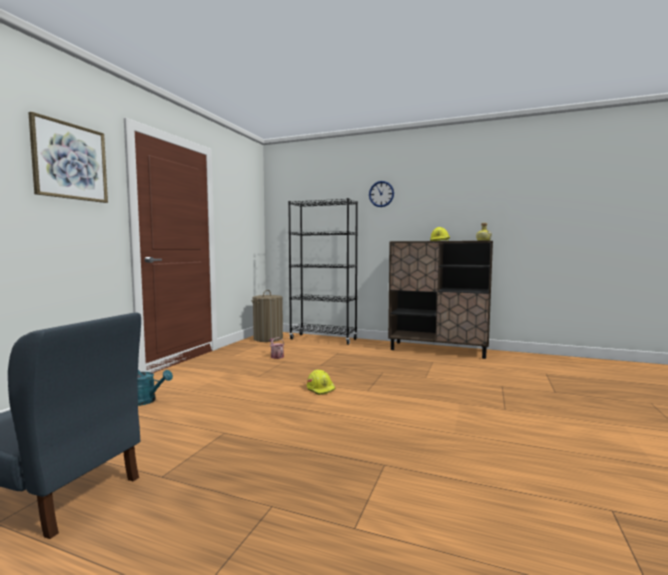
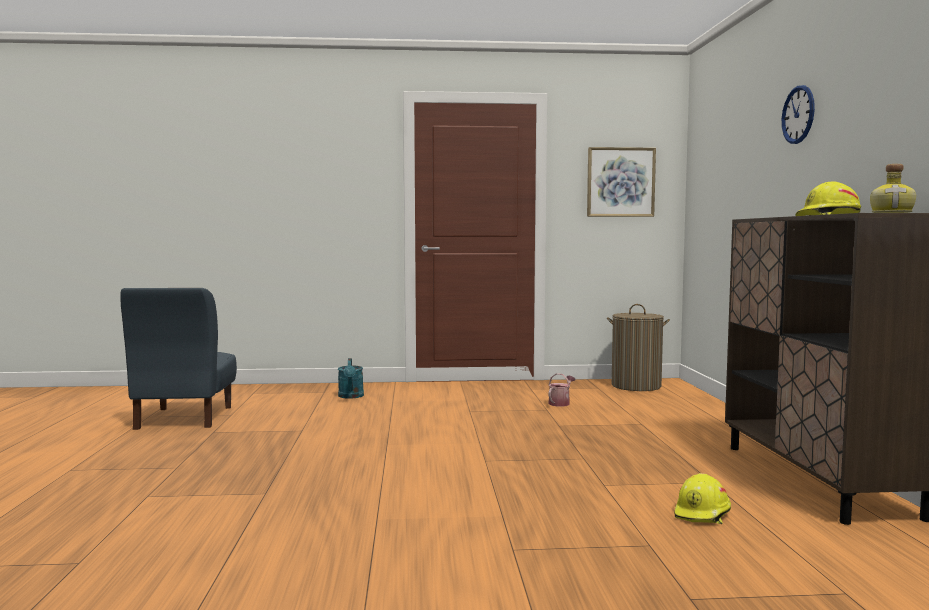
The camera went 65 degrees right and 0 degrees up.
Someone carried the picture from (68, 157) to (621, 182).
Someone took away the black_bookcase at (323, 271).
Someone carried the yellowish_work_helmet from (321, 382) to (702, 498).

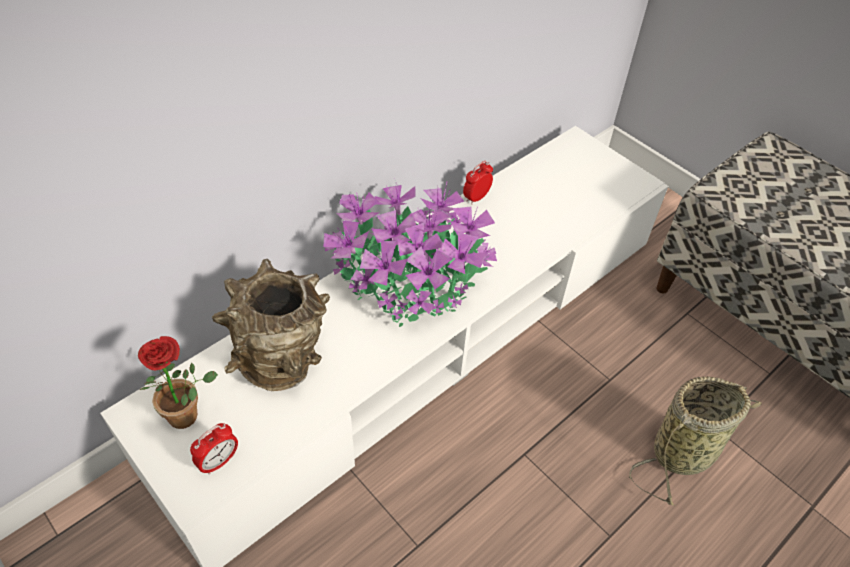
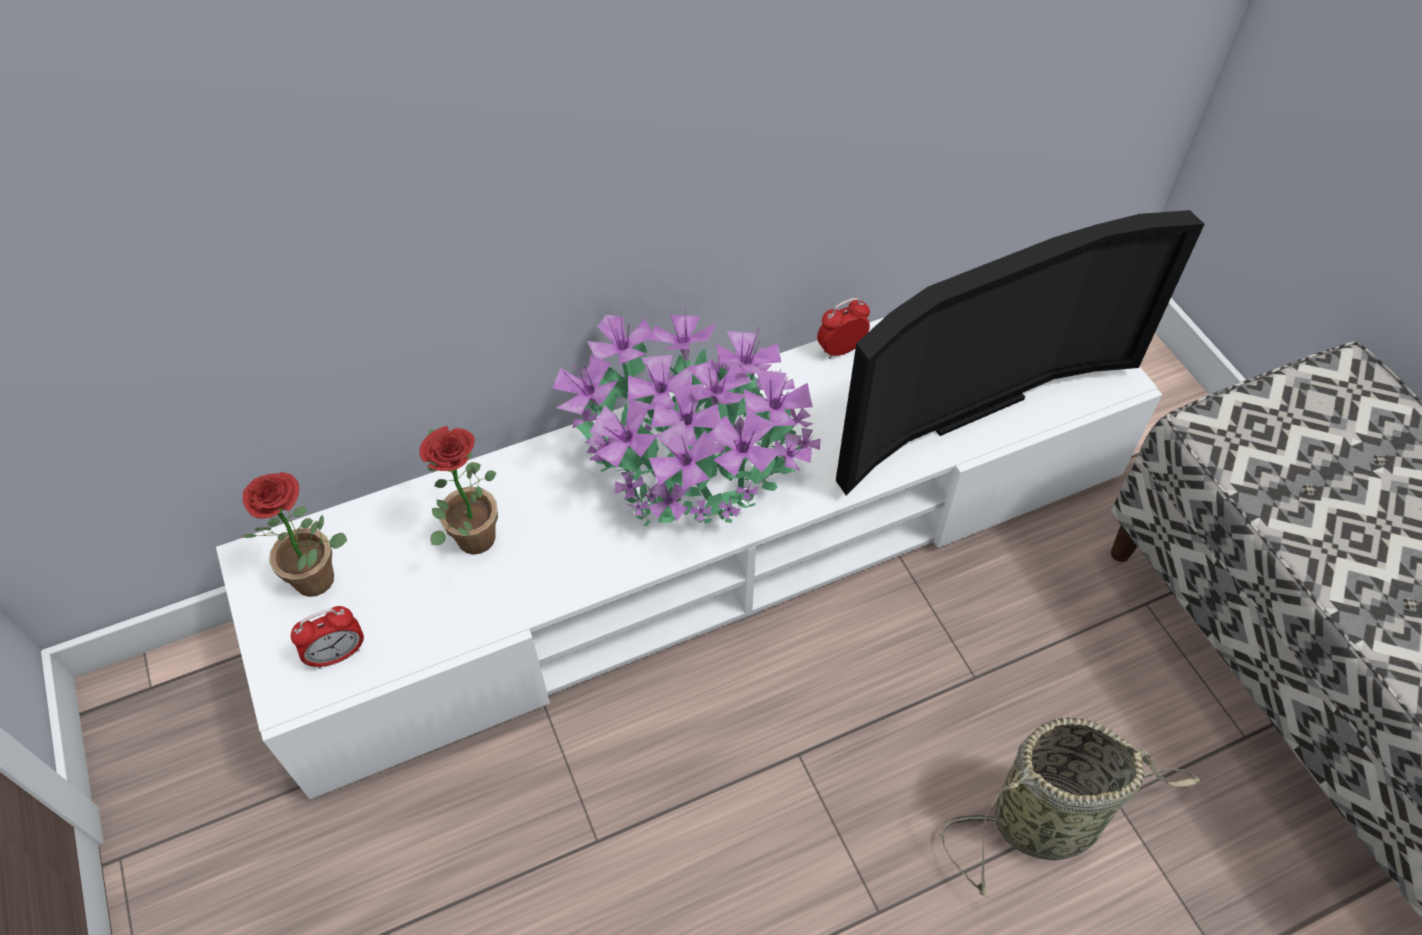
The camera went 20 degrees right and 5 degrees up.
Someone swapped the brown_decorative_vase at (271, 325) for the plant_in_a_pot at (458, 490).
Someone put down the TV at (1020, 353).

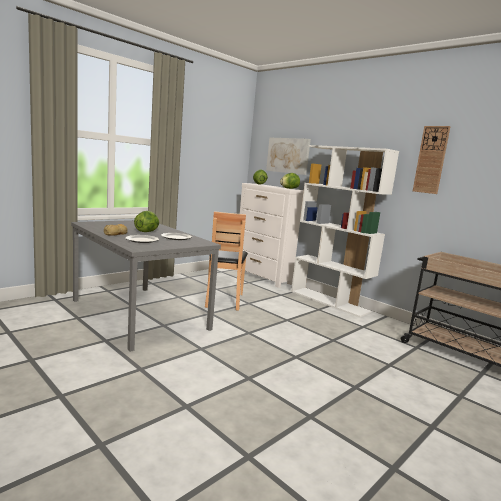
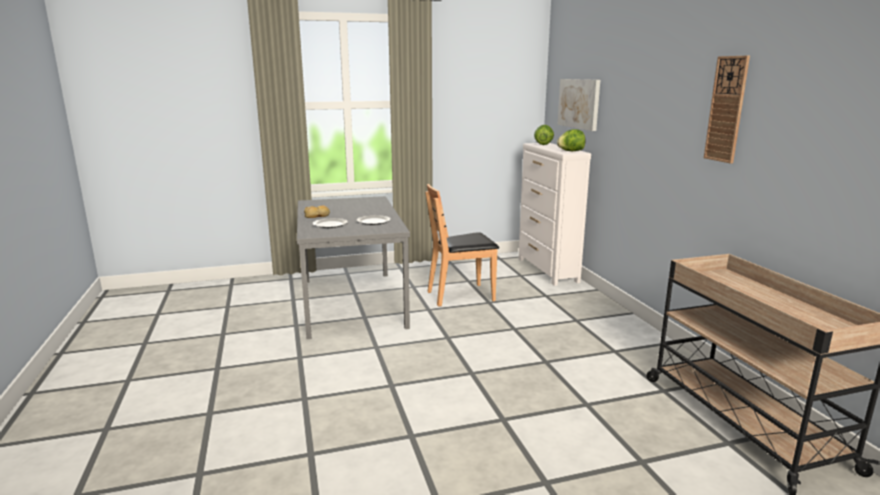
The camera went 30 degrees right and 5 degrees up.
Someone took away the head_of_lettuce at (146, 221).
Someone rotated the brown_chair at (226, 261) by 45 degrees clockwise.
Someone took away the whitish_bookcase at (345, 231).

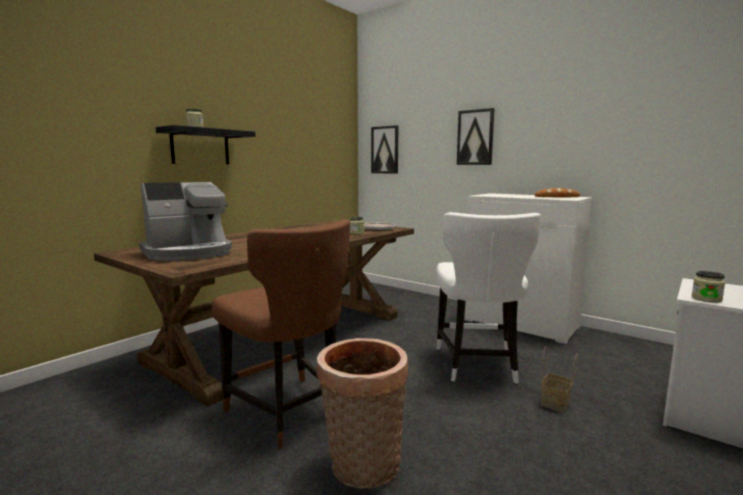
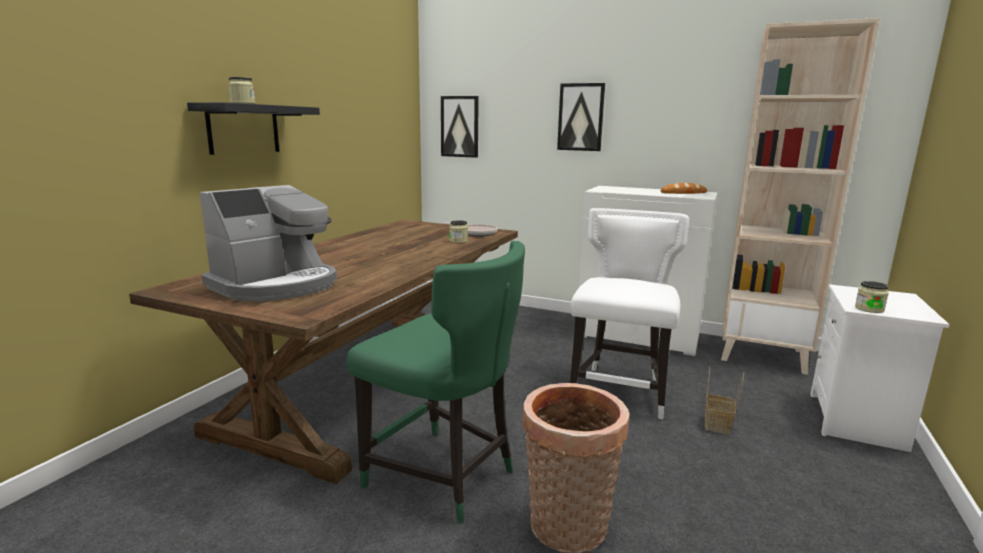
The camera went 15 degrees left and 5 degrees up.
Someone repainted the brown_chair at (281, 334), which became the green-coloured_chair at (435, 382).
Someone rotated the whitish_chair at (488, 298) by 150 degrees counterclockwise.
Someone put down the beige-coloured_bookcase at (800, 196).

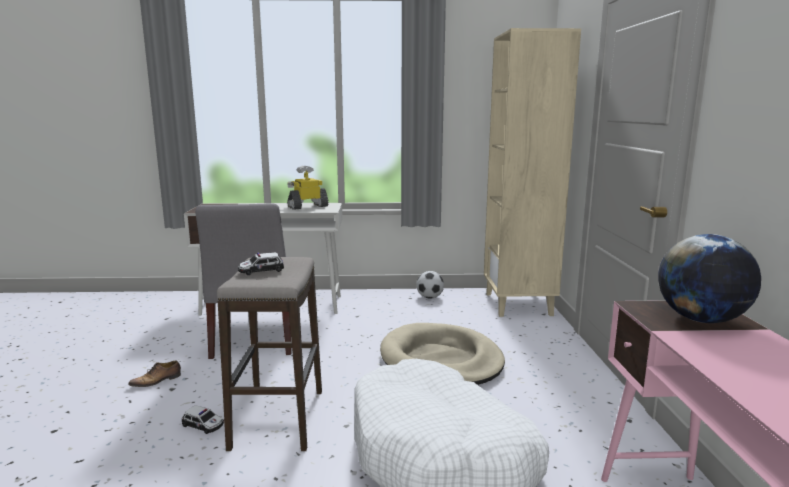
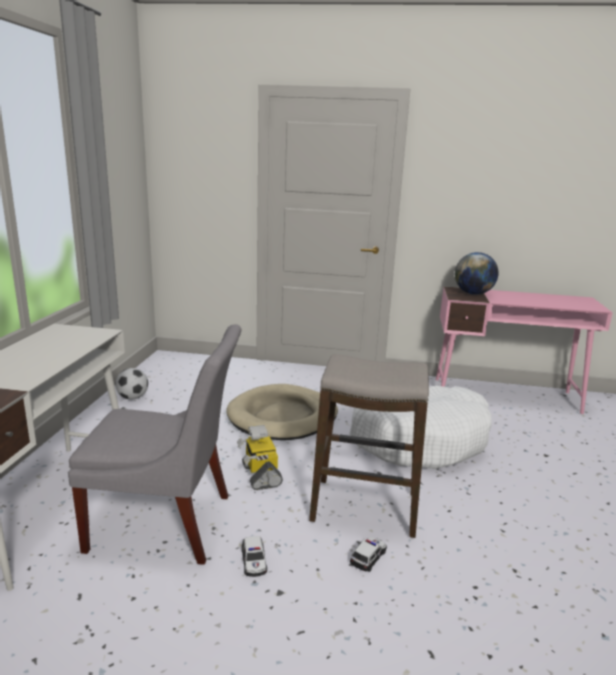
The camera went 80 degrees left and 5 degrees up.
Someone took away the low_shoe at (154, 374).
Someone carried the model_car from (261, 263) to (254, 556).
Someone carried the model_robot from (308, 188) to (260, 457).
Someone took away the beige-coloured_bookcase at (532, 172).

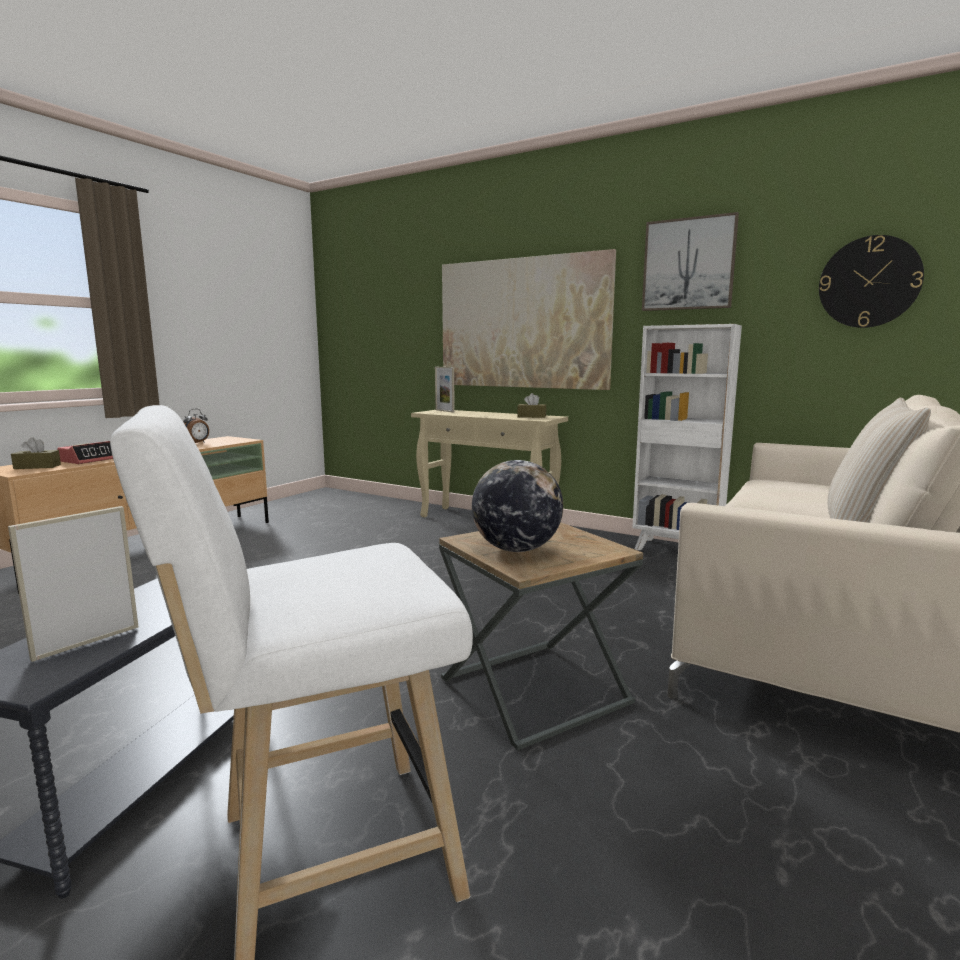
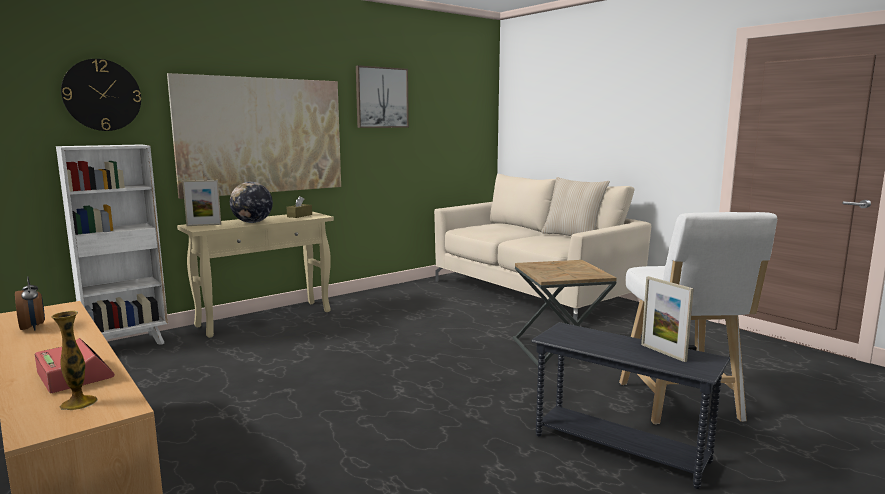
The camera went 70 degrees left and 0 degrees up.
Someone swapped the brown_tissue_box at (36, 453) for the decorative_vase at (74, 360).
Someone carried the world_globe from (517, 506) to (251, 202).
Someone carried the whitish_bookcase from (687, 437) to (112, 244).
Someone carried the clock_on_the_wall from (871, 281) to (101, 95).

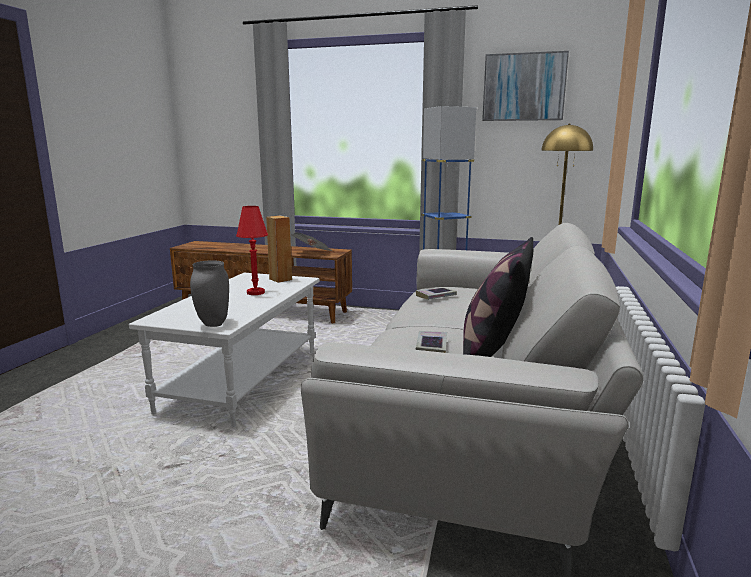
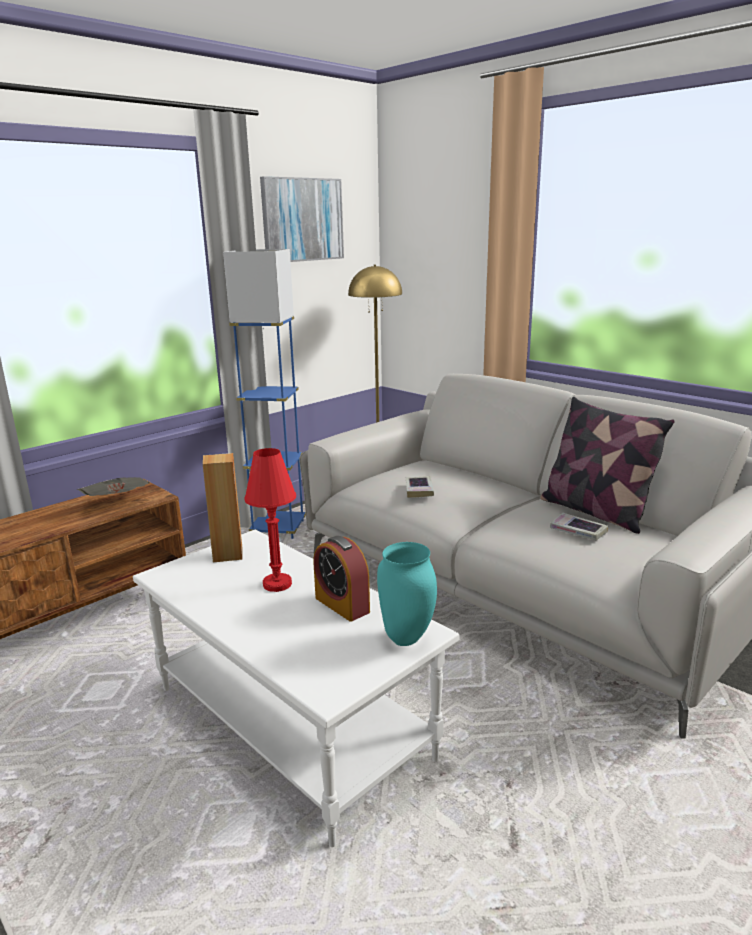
The camera went 60 degrees left and 5 degrees up.
Someone repainted the greyish_decorative_vase at (209, 293), which became the turquoise_decorative_vase at (407, 594).
Someone put down the bedside_clock at (341, 579).

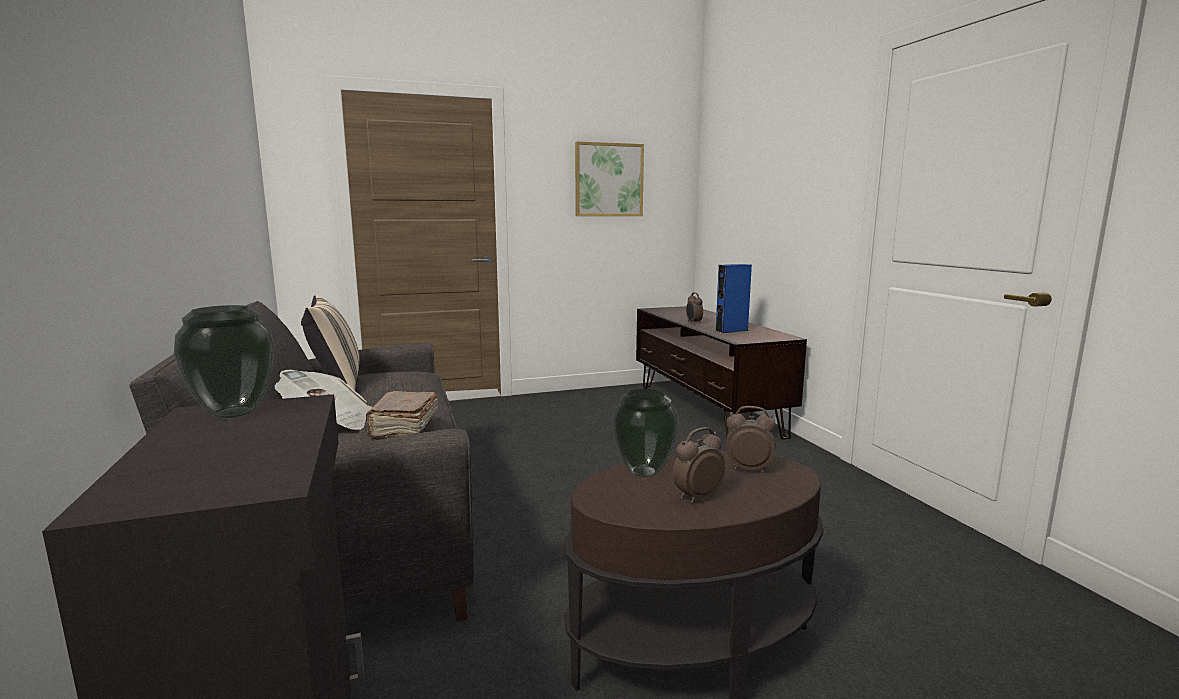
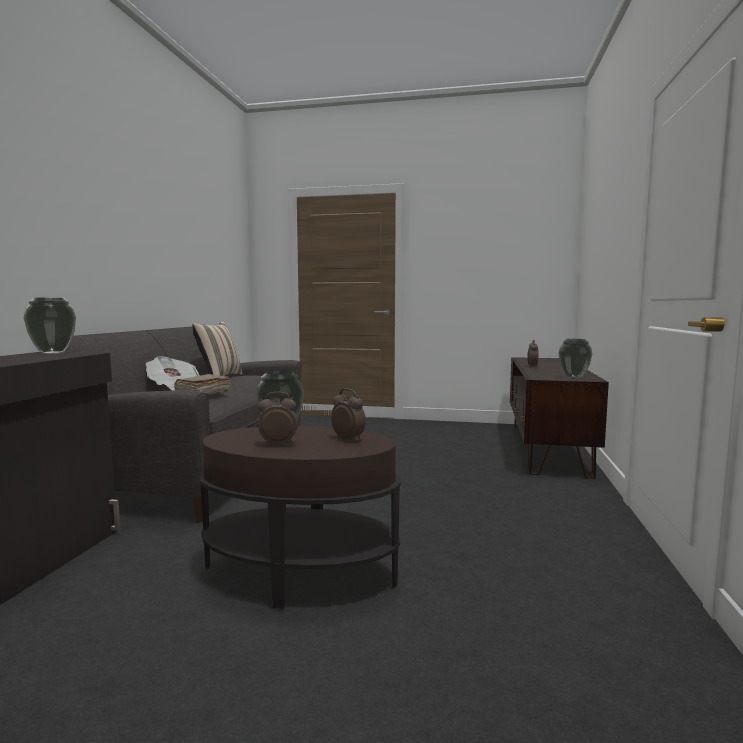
The camera went 30 degrees right and 5 degrees down.
Someone took away the picture at (609, 178).
Someone took away the blue-coloured_audio_speaker at (734, 298).
Someone put down the decorative_vase at (575, 359).

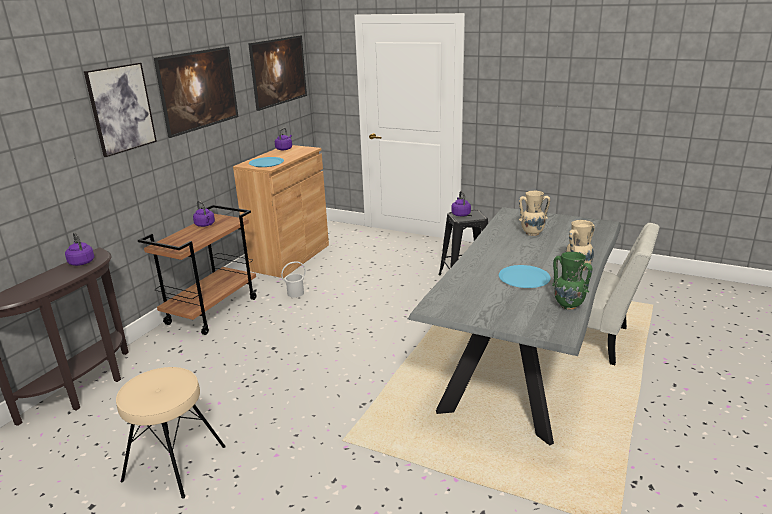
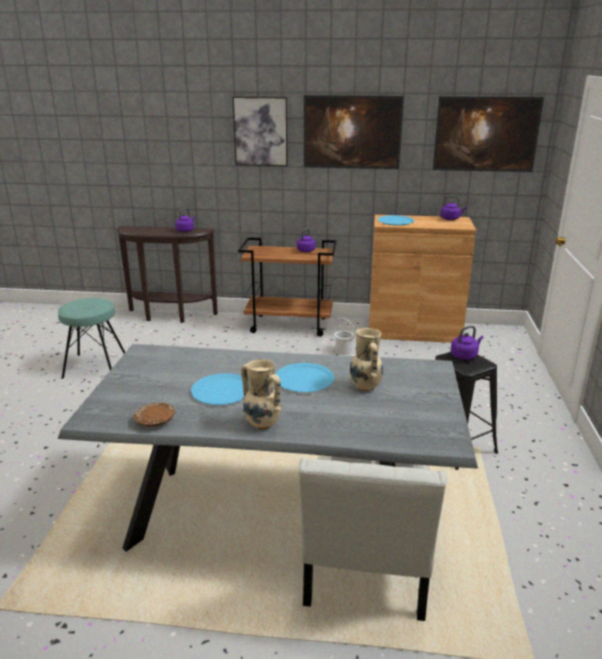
The camera went 70 degrees right and 0 degrees up.
Someone repainted the beige-coloured_stool_seat at (171, 433), which became the turquoise_stool_seat at (91, 338).
Someone swapped the green-coloured_decorative_vase at (572, 281) for the brown_plate at (154, 415).
Someone put down the blue-coloured_plate at (305, 377).

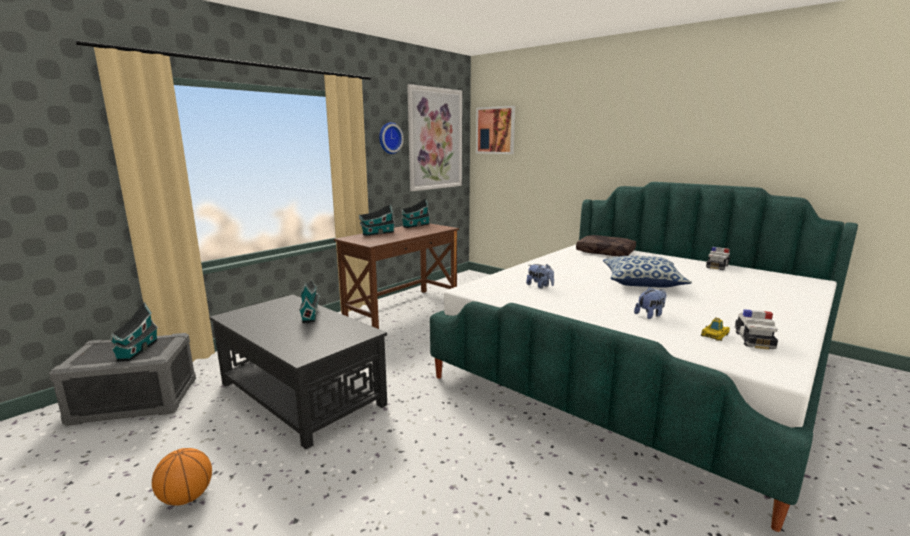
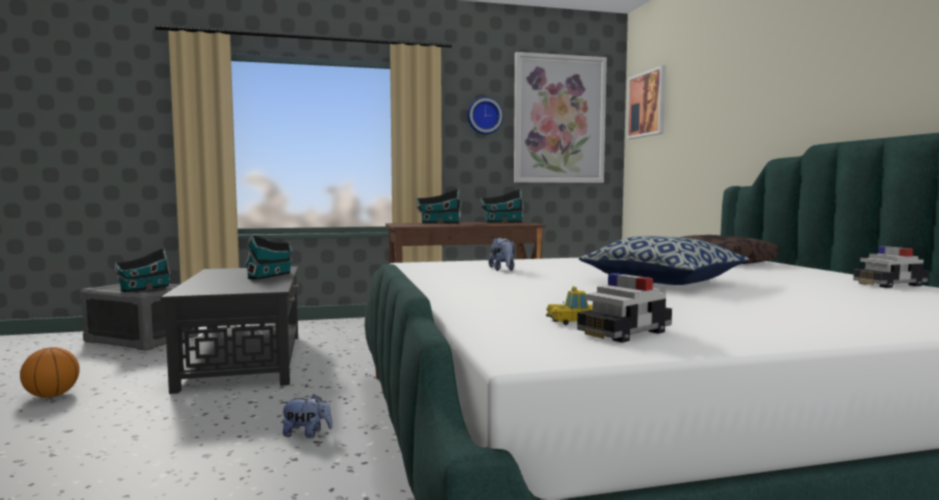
The camera went 35 degrees right and 10 degrees down.
Someone carried the cuddly_toy from (650, 303) to (307, 416).

